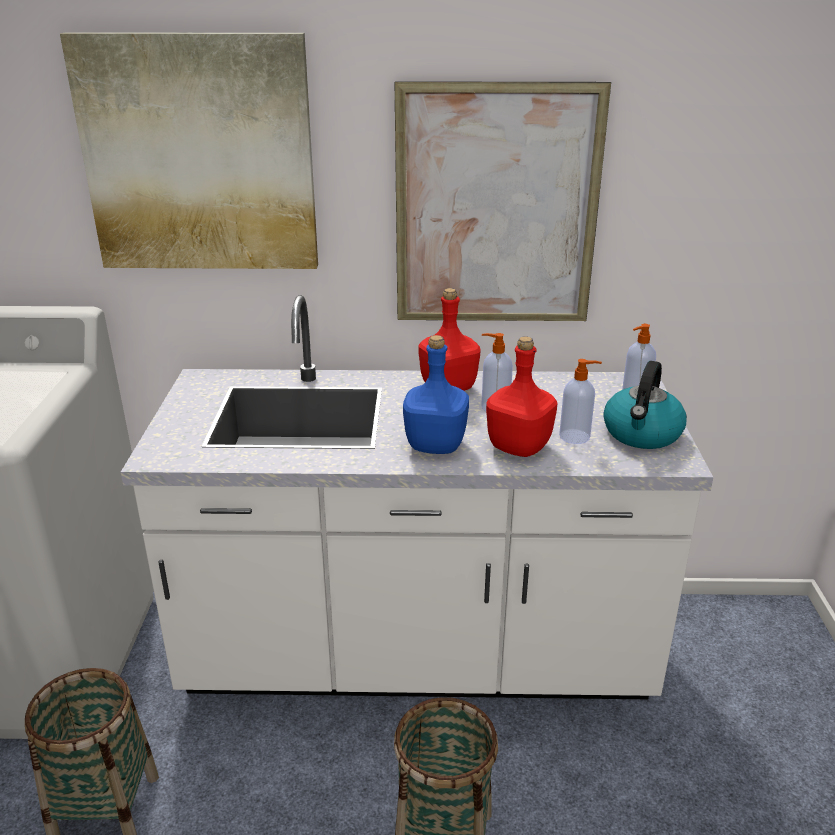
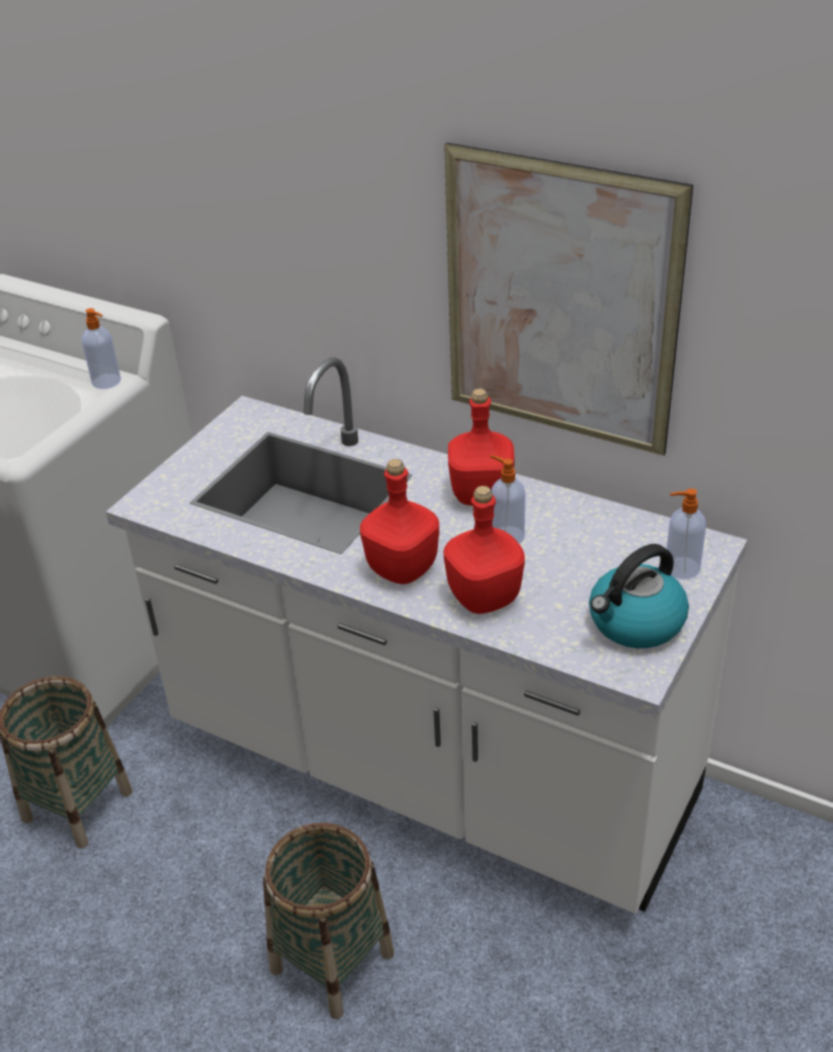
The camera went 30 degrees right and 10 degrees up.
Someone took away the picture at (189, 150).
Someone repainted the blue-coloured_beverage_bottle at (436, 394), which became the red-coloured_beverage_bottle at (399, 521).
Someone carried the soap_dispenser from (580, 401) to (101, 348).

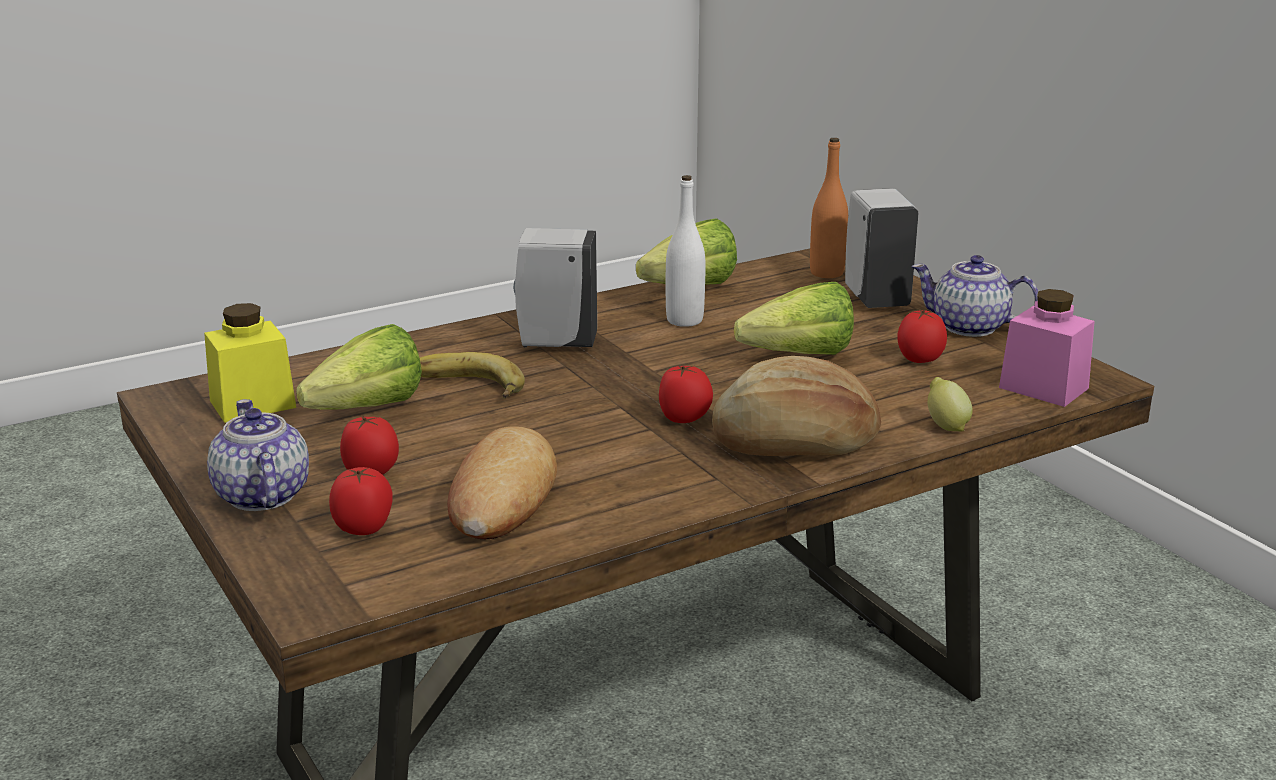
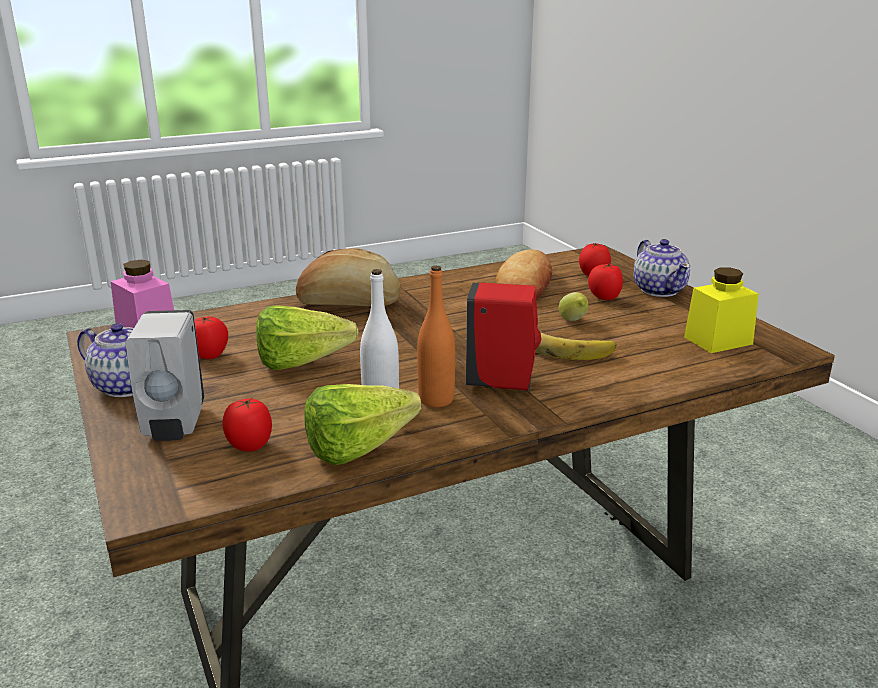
The camera went 175 degrees left and 0 degrees up.
Someone took away the head_of_lettuce at (359, 367).
Someone repainted the whitish_soap_dispenser at (555, 287), which became the red-coloured_soap_dispenser at (503, 336).
Someone carried the whole_tomato from (686, 393) to (247, 424).
Someone carried the orangey_beverage_bottle from (829, 208) to (436, 336).
Someone carried the whole_lemon from (950, 404) to (573, 306).

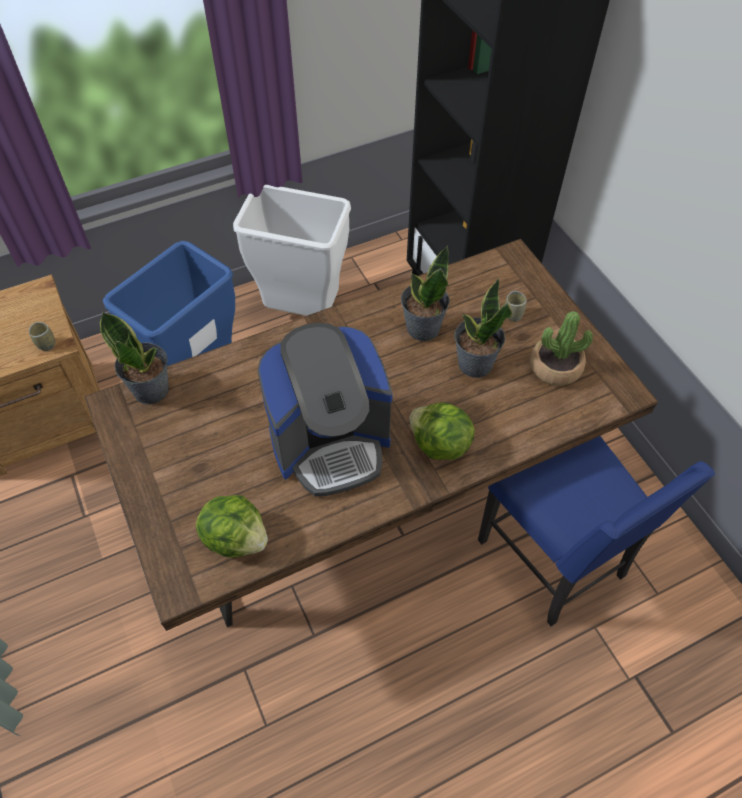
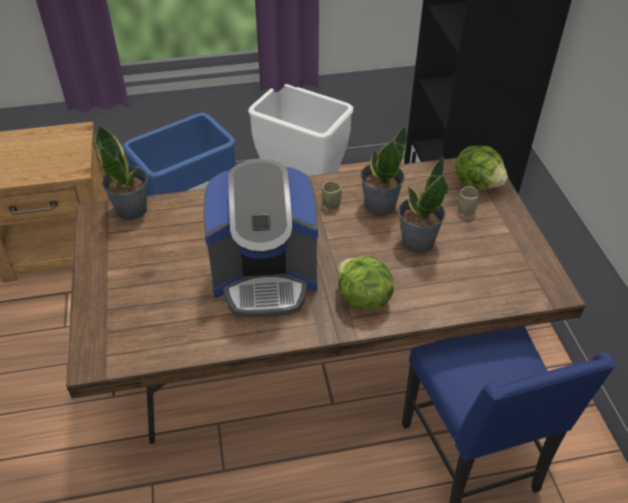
The camera went 15 degrees right and 10 degrees down.
Someone carried the small_cup from (42, 336) to (332, 195).
Someone carried the head_of_lettuce from (232, 526) to (481, 168).
Someone took away the plant_in_a_pot at (561, 348).

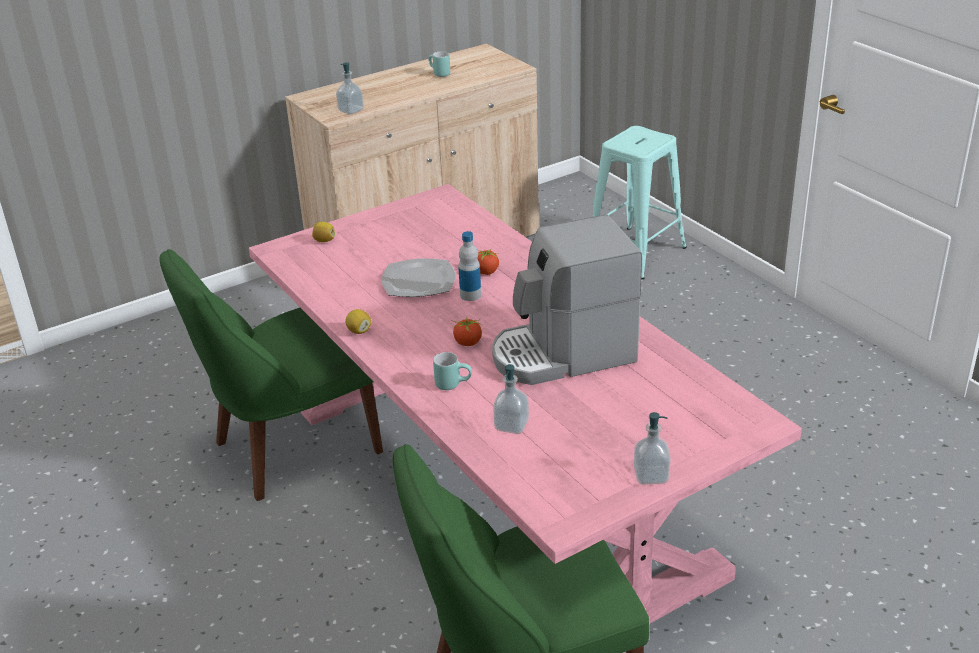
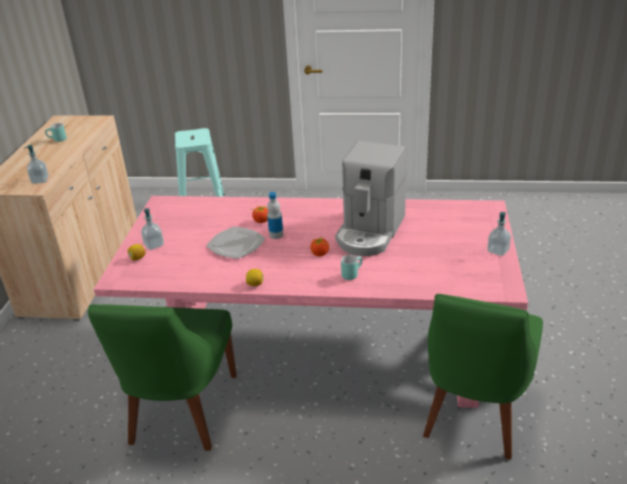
The camera went 50 degrees left and 0 degrees up.
Someone carried the soap_dispenser from (511, 399) to (152, 229).

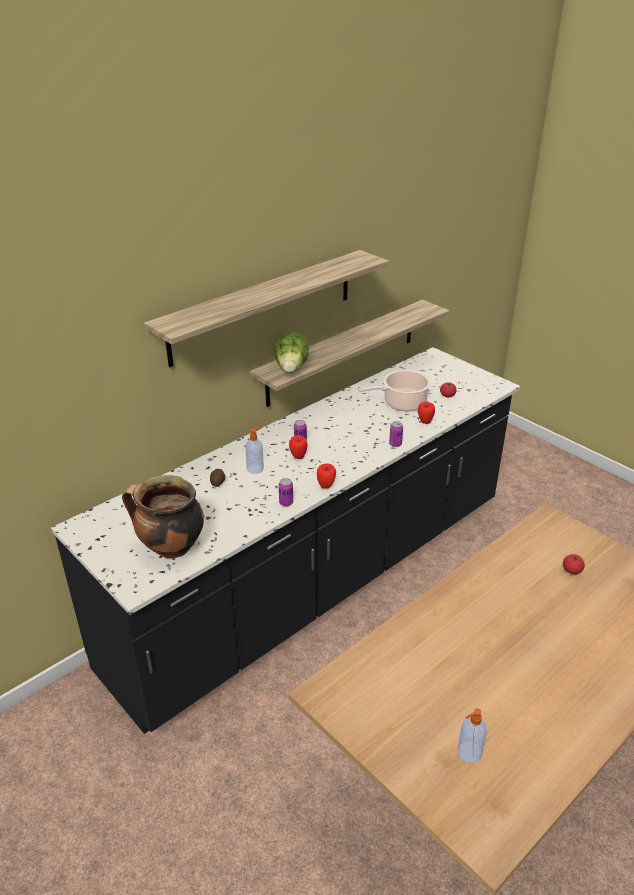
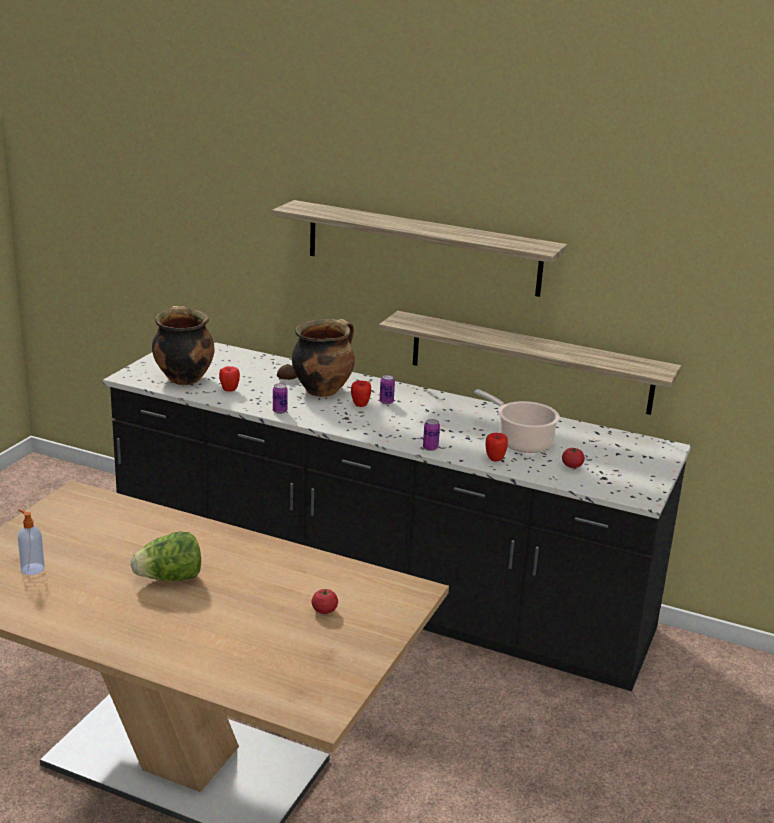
The camera went 65 degrees right and 10 degrees down.
Someone swapped the soap_dispenser at (254, 450) for the stockpot at (323, 358).
Someone carried the head_of_lettuce from (291, 352) to (166, 556).
Someone carried the apple_fruit from (326, 476) to (229, 378).

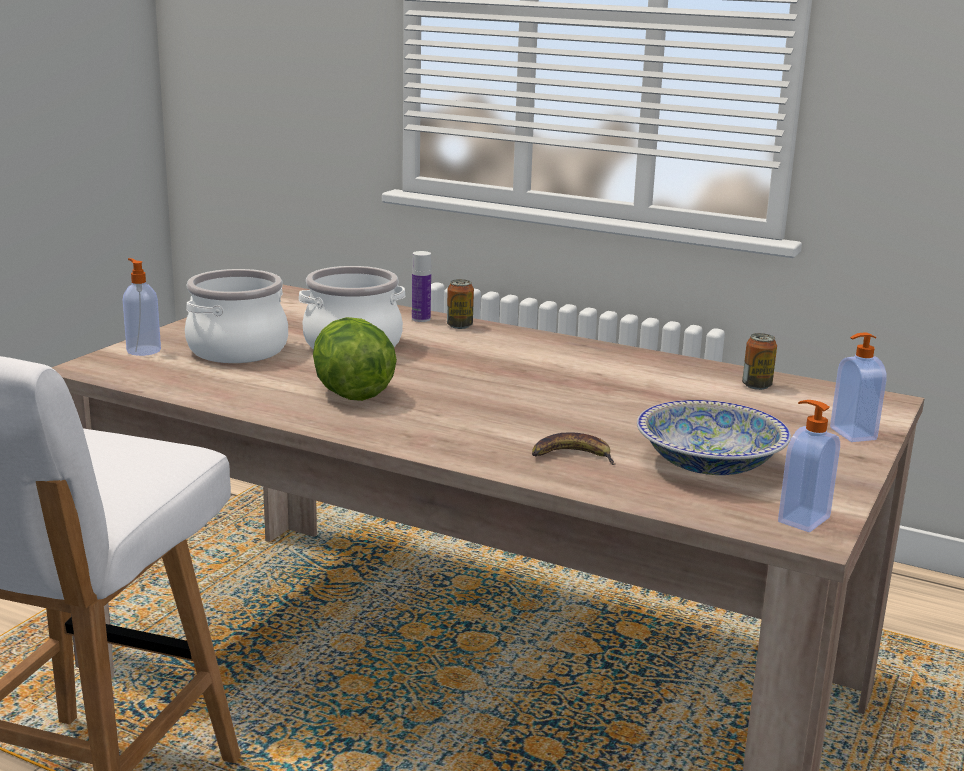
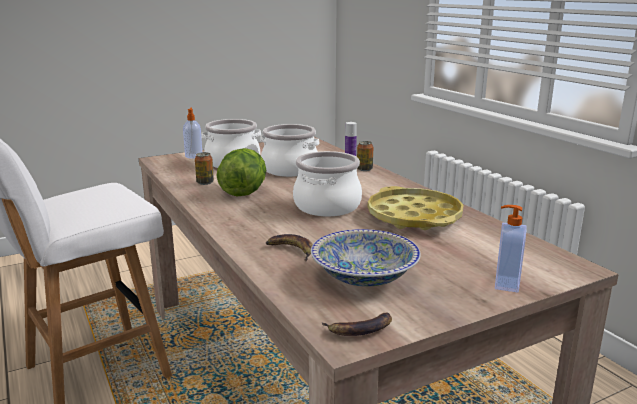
The camera went 35 degrees right and 0 degrees up.
Someone carried the metal_can from (759, 361) to (204, 168).
Someone swapped the soap_dispenser at (809, 466) for the banana at (356, 324).
Someone put down the stockpot at (327, 183).
Someone put down the yellowish_tray at (415, 208).

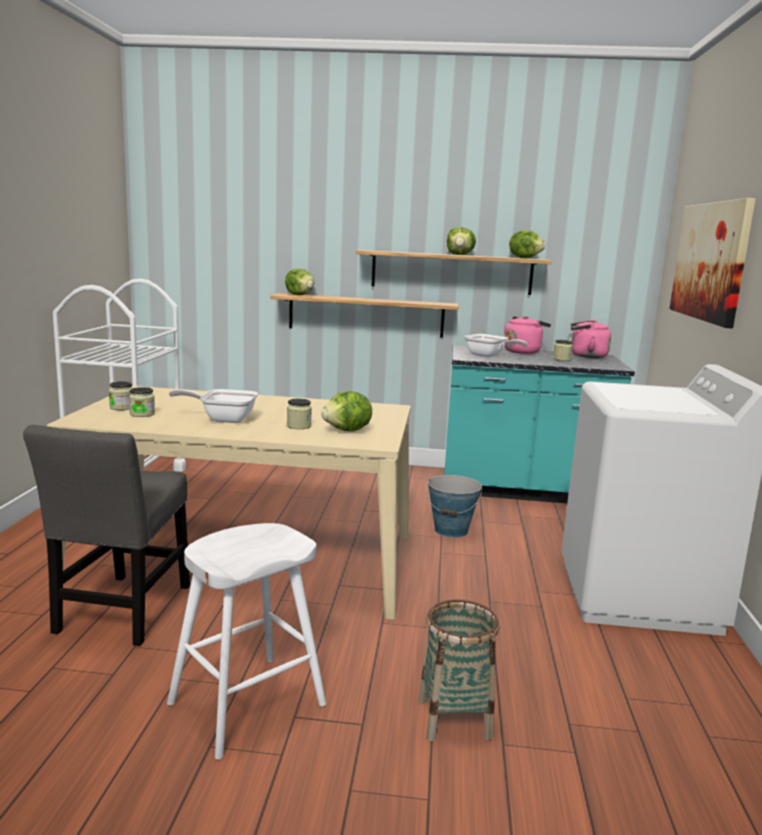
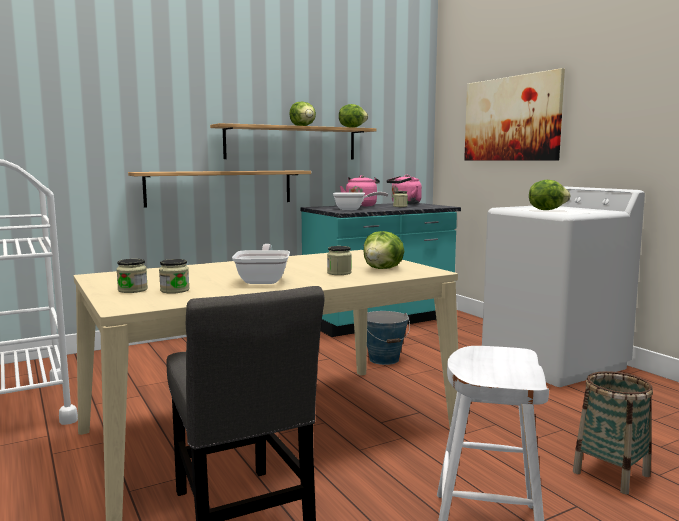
The camera went 35 degrees left and 5 degrees down.
Someone rotated the pan at (213, 406) by 120 degrees clockwise.
Someone carried the head_of_lettuce from (299, 282) to (549, 195).

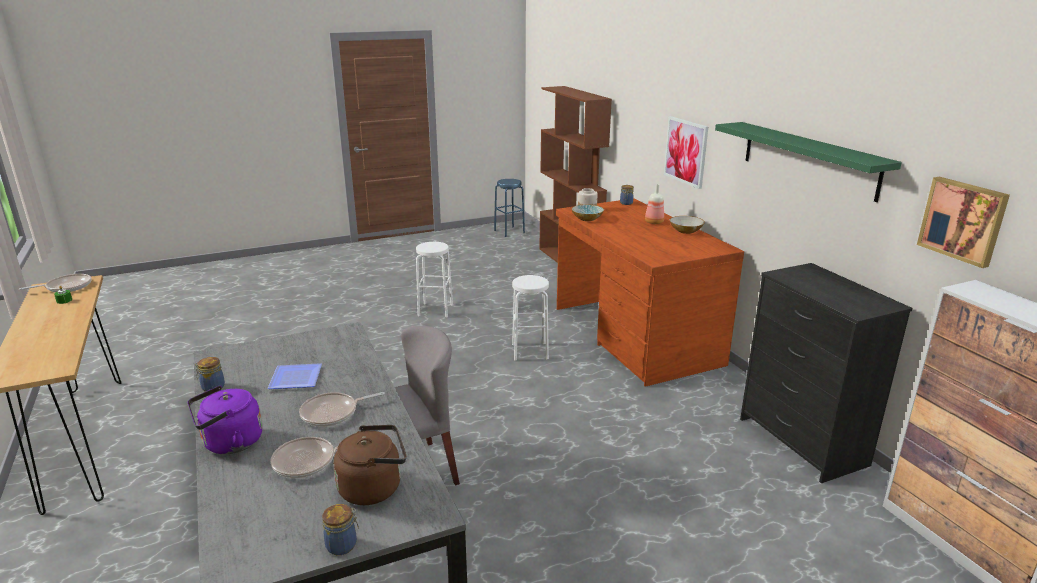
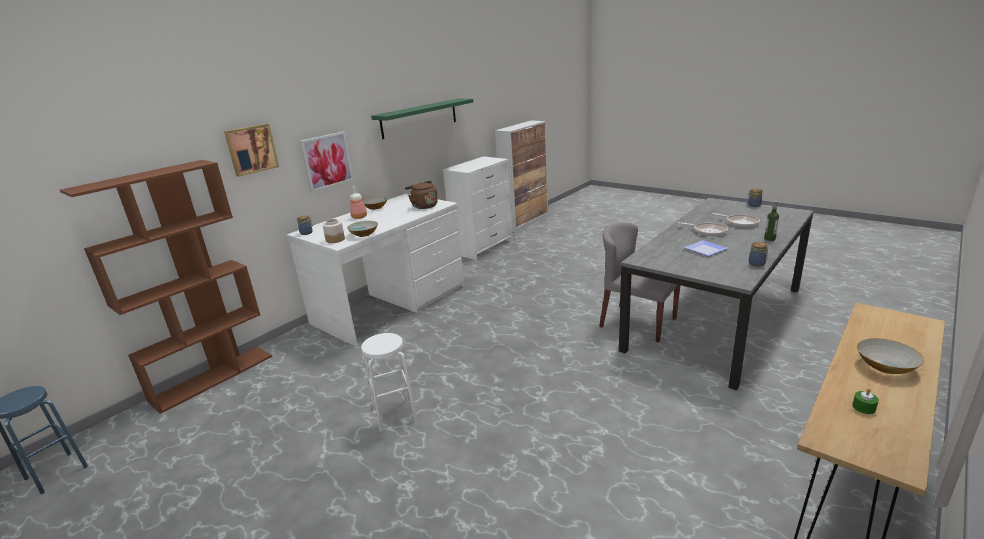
The camera went 115 degrees left and 0 degrees up.
Someone took away the pan at (55, 283).
Someone swapped the purple_water_kettle at (225, 420) for the beverage_bottle at (771, 221).
Someone carried the brown_water_kettle from (369, 465) to (421, 195).
Someone took away the whitish_stool_seat at (530, 318).
Someone repainted the brown_desk_table at (650, 293), which became the whitish_desk_table at (375, 270).
Someone repainted the black_dresser at (826, 373), which became the whitish_dresser at (478, 208).
Someone carried the picture from (963, 222) to (251, 150).
Someone put down the serving_bowl at (890, 356).

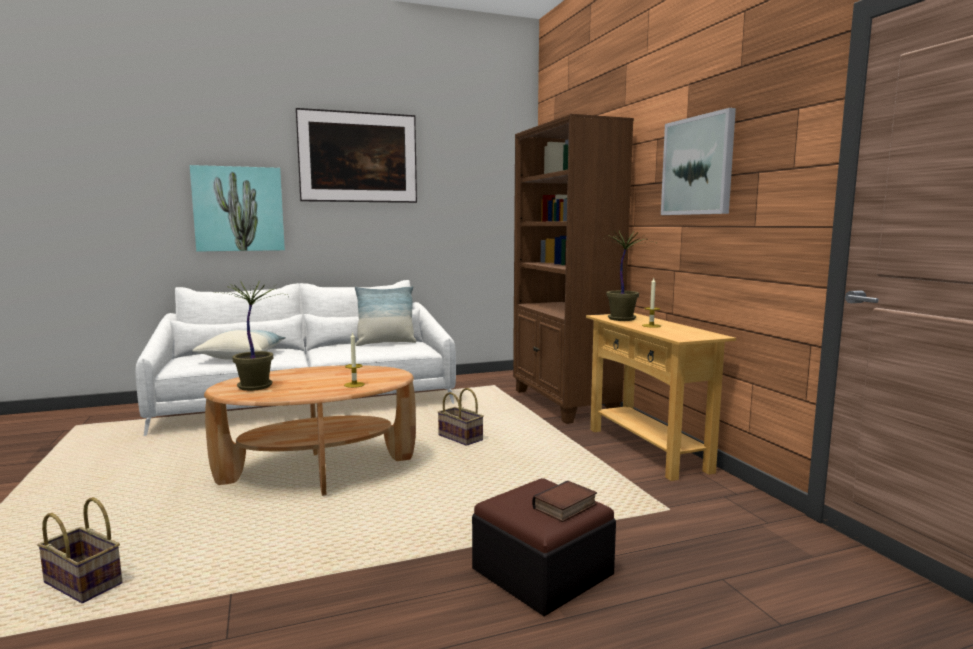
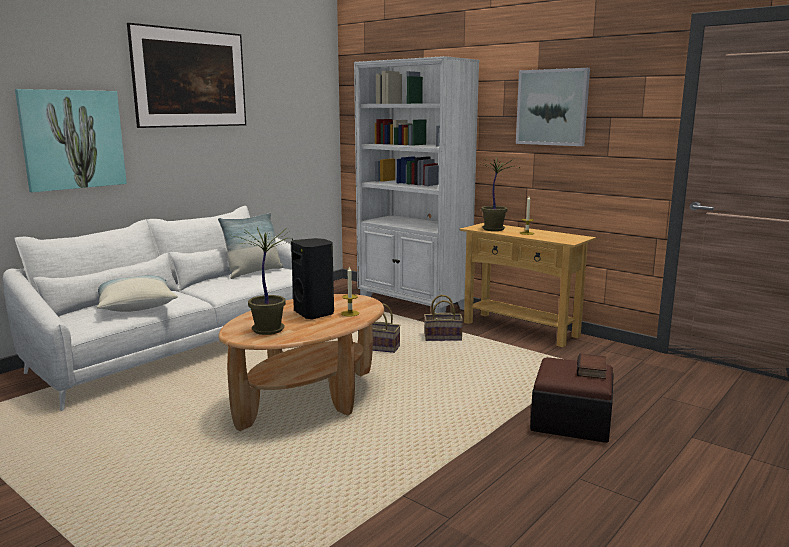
The camera went 30 degrees left and 5 degrees up.
Someone carried the storage_basket from (79, 550) to (443, 318).
Someone repainted the brown_bookcase at (573, 269), which became the whitish_bookcase at (416, 184).
Someone put down the black_audio_speaker at (312, 279).

